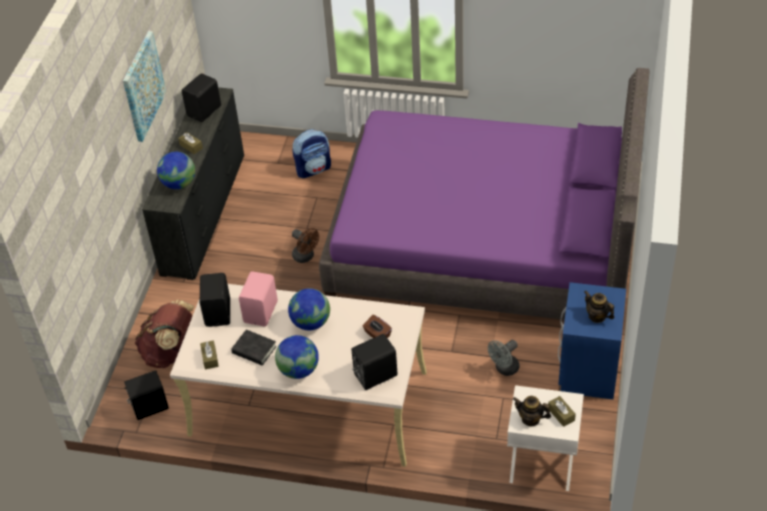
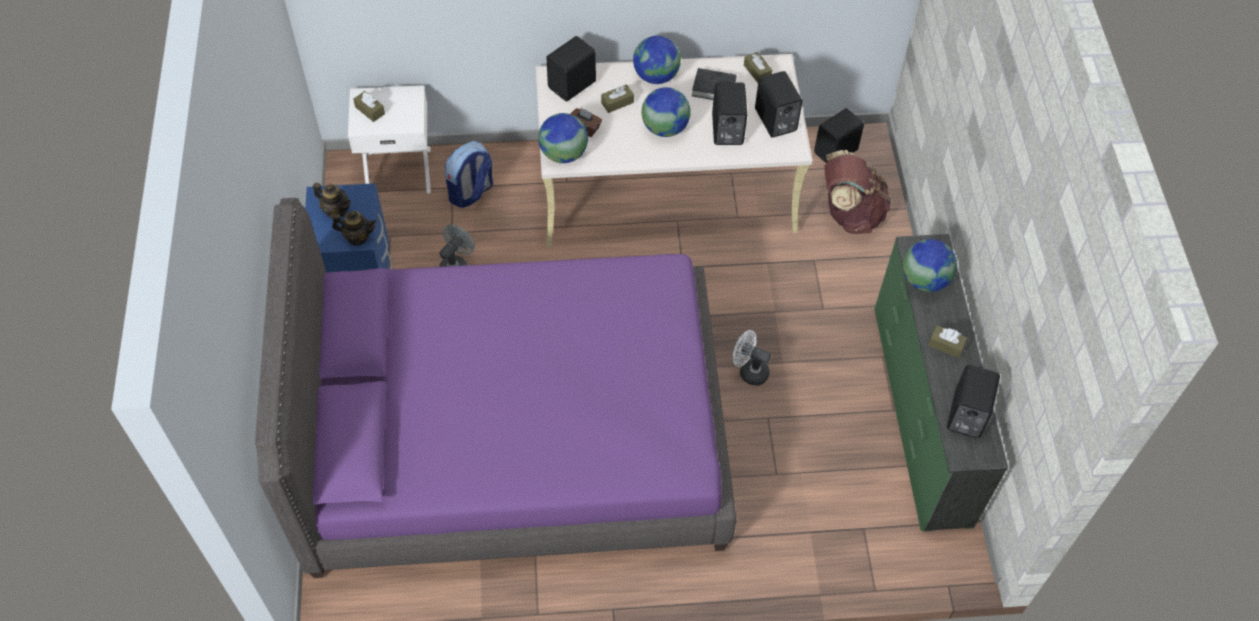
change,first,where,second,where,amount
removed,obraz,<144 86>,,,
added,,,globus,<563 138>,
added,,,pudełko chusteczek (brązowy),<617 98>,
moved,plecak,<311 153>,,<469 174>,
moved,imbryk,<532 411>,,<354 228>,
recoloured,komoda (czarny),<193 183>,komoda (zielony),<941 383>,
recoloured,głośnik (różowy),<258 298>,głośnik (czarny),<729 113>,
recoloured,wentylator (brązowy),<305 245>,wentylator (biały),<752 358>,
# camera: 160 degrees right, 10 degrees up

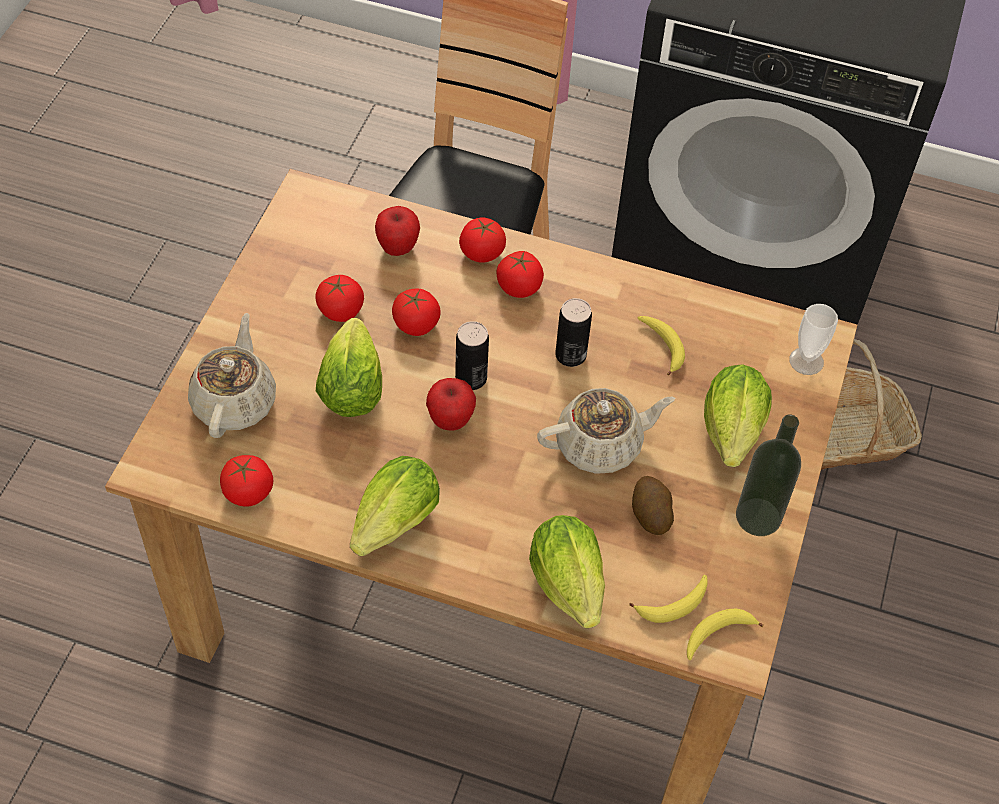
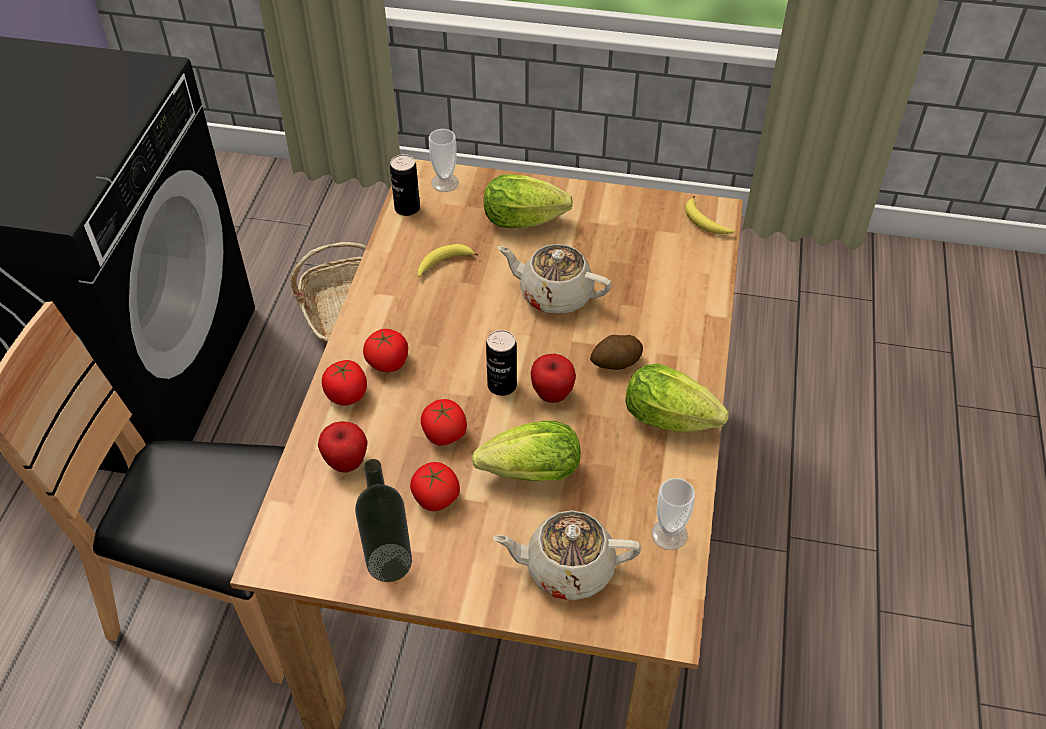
change,first,where,second,where,amount
removed,sałata,<567 572>,,,
removed,banan,<668 599>,,,
moved,puszka,<573 332>,,<405 185>,
moved,ziemniak,<653 505>,,<616 352>,
moved,butelka,<768 475>,,<383 520>,
replaced,pomidor,<246 481>,filiżanka,<673 514>,
turned,imbryk (beżowy),<606 431>,,<555 279>,45 degrees counterclockwise
# camera: 95 degrees left, 5 degrees down

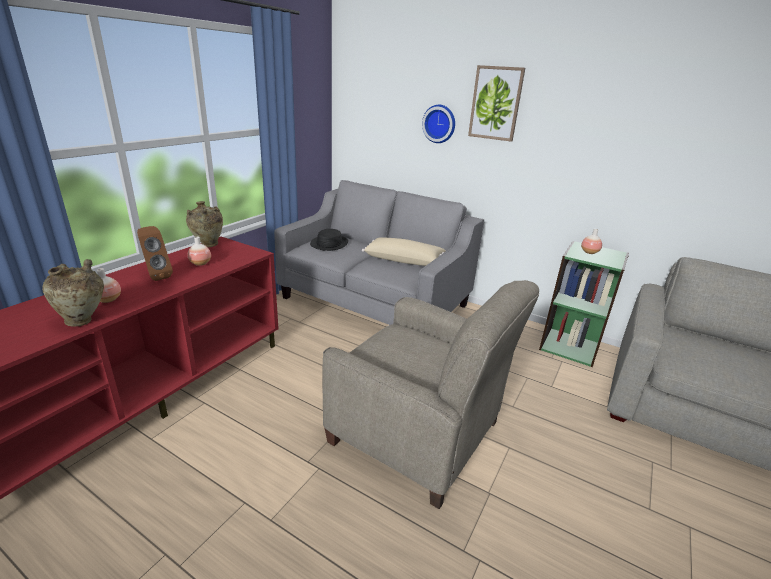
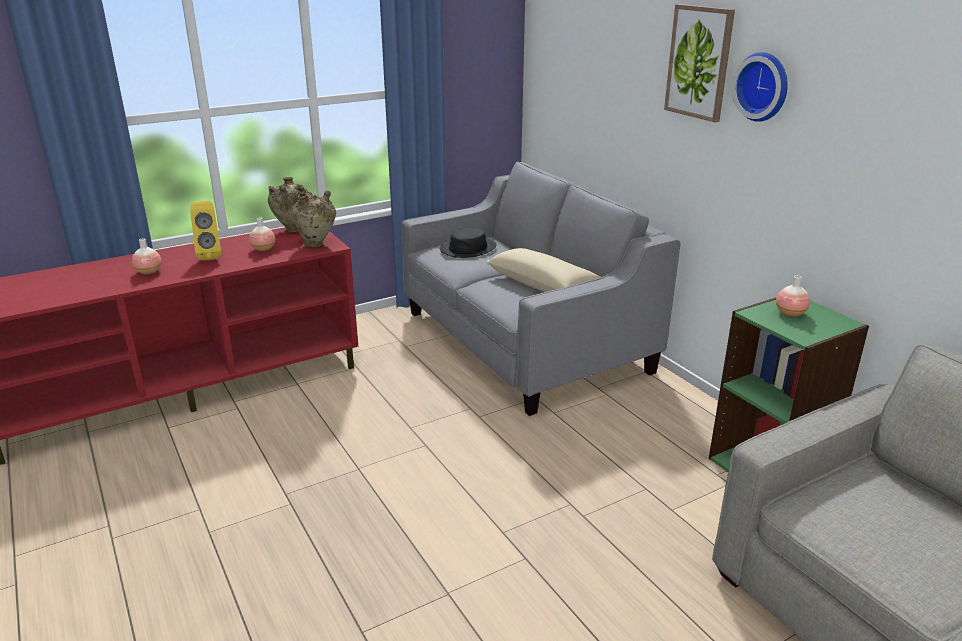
change,first,where,second,where,amount
removed,fotel (beżowy),<430 394>,,,
moved,wazon (beżowy),<73 293>,,<314 218>,
moved,zegar ścienny,<438 124>,,<760 87>,
recoloured,głośnik (brązowy),<155 253>,głośnik (żółty),<205 230>,
# camera: 30 degrees right, 0 degrees up

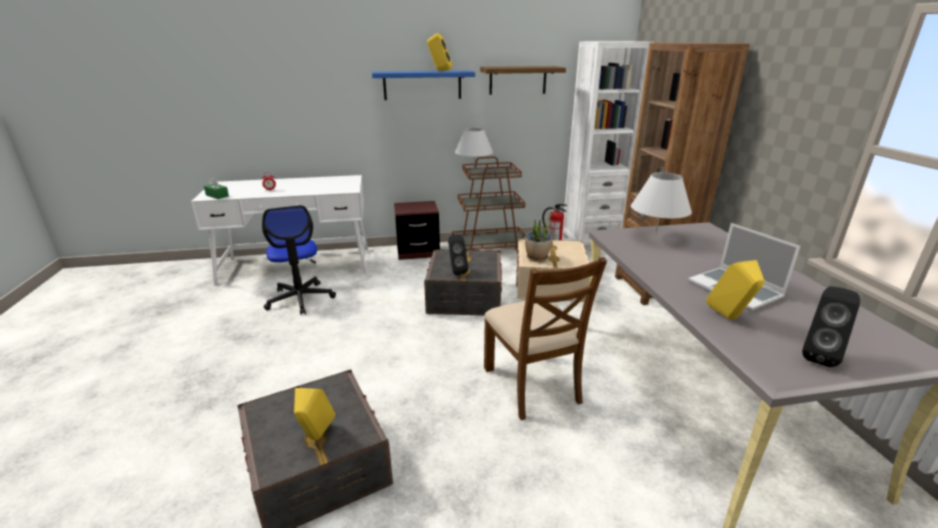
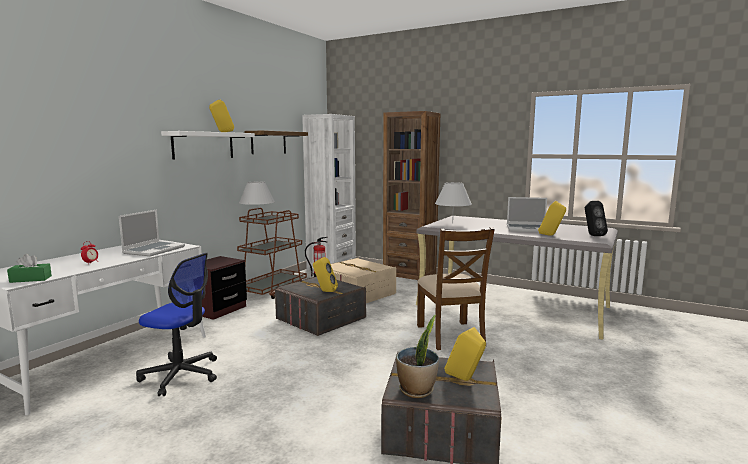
change,first,where,second,where,amount
added,,,laptop,<152 233>,
moved,roślina doniczkowa,<538 238>,,<417 356>,
recoloured,półka (niebieski),<423 85>,półka (biały),<208 145>,
recoloured,głośnik (czarny),<458 254>,głośnik (żółty),<325 274>,
turned,krzesło (brązowy),<545 338>,,<456 288>,60 degrees clockwise
# camera: 50 degrees left, 15 degrees down

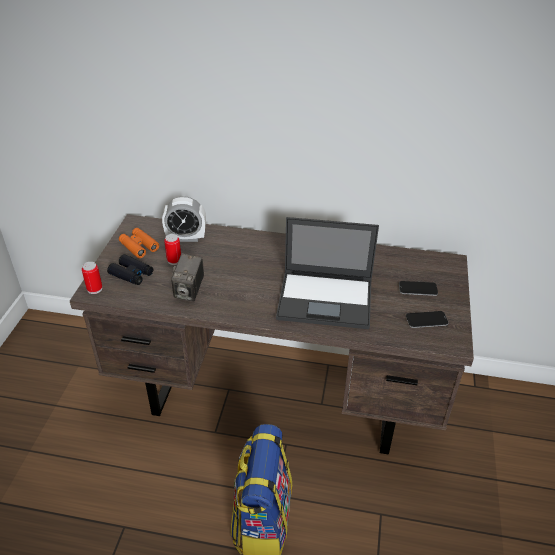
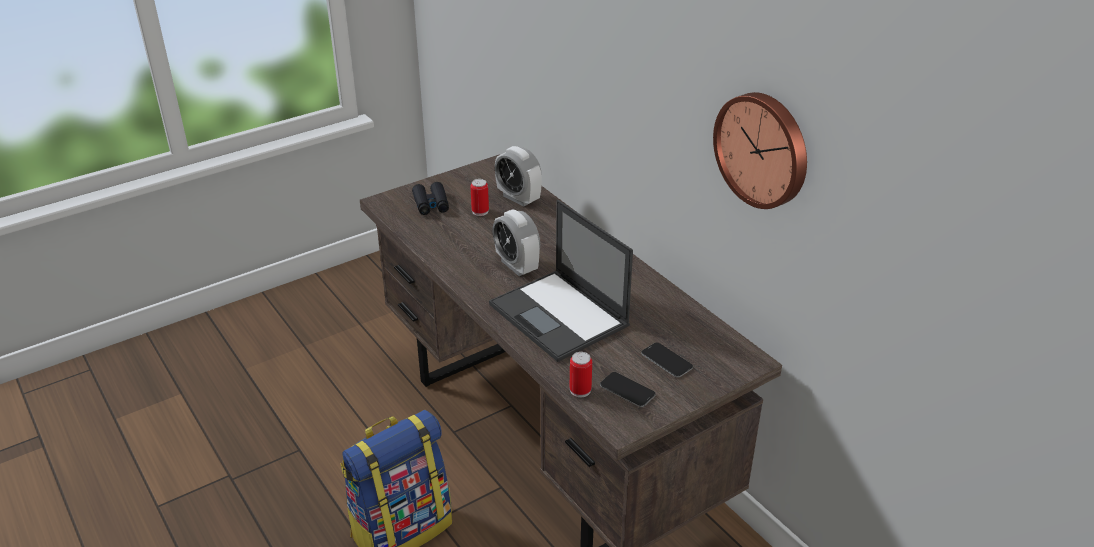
change,first,where,second,where,amount
removed,lornetka (pomarańczowy),<139 243>,,,
removed,aparat fotograficzny,<187 277>,,,
added,,,budzik,<516 242>,
added,,,zegar ścienny,<760 150>,
moved,puszka,<92 278>,,<581 375>,
# camera: 45 degrees right, 5 degrees down

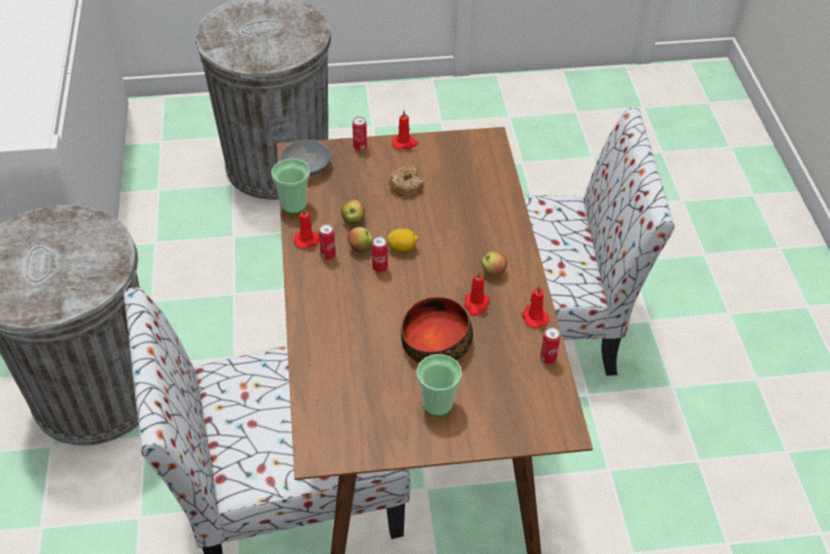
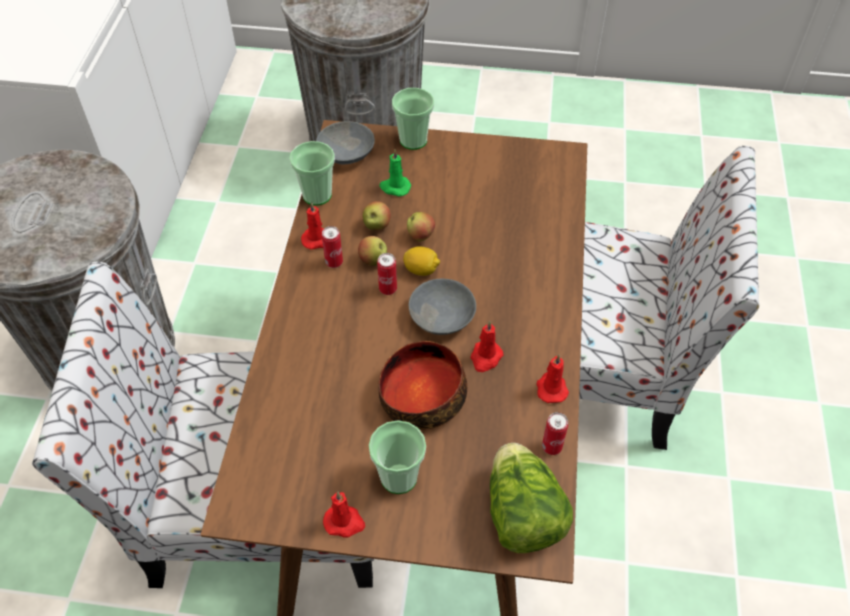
change,first,where,second,where,amount
removed,donut,<406 181>,,,
added,,,świeca (zielony),<395 172>,
added,,,miska (szary),<442 307>,
added,,,sałata,<531 498>,
moved,świeca (czerwony),<405 129>,,<344 515>,
moved,jabłko,<494 264>,,<421 227>,
replaced,puszka,<359 133>,filiżanka,<413 119>,
# camera: 15 degrees right, 5 degrees up

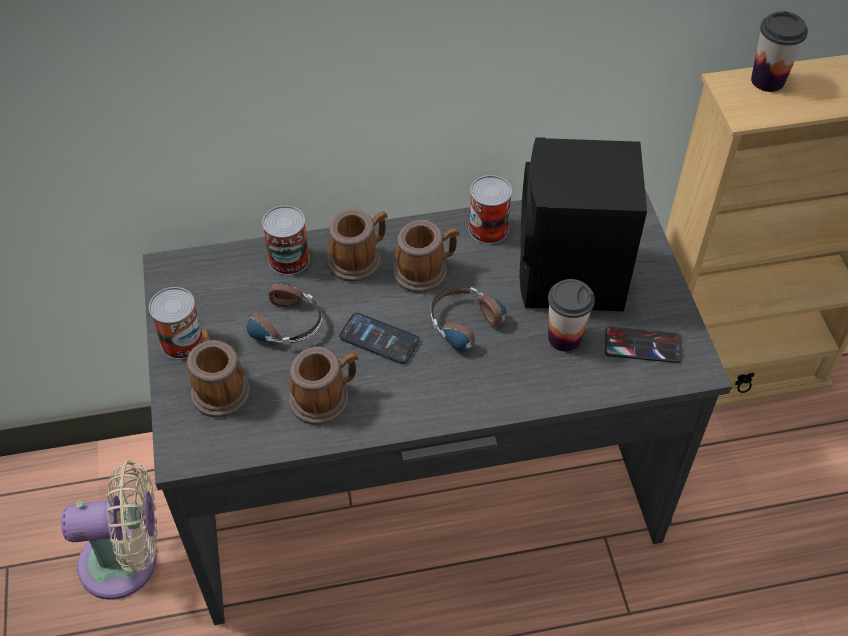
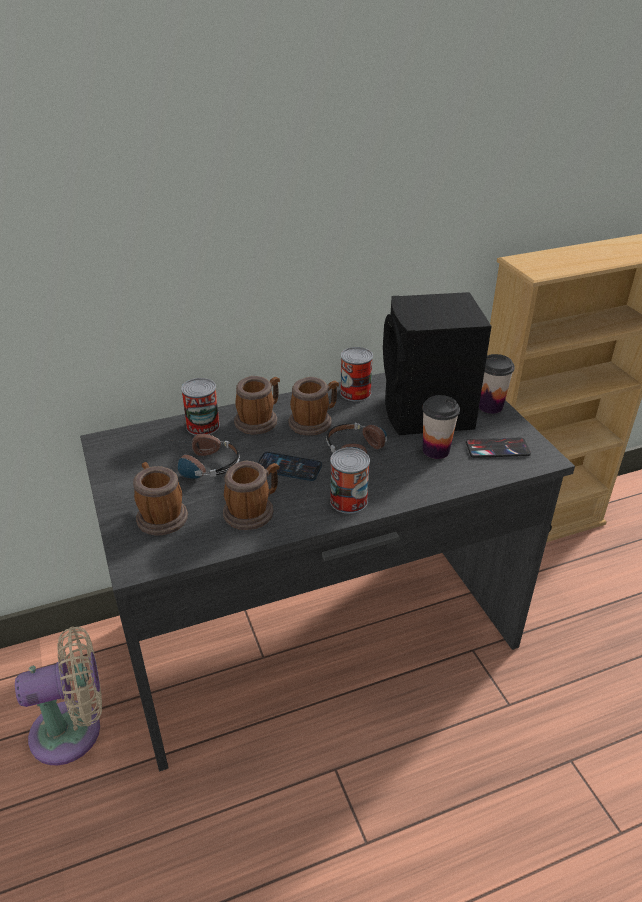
change,first,where,second,where,amount
moved,puszka,<176 323>,,<350 481>,
moved,filiżanka,<779 51>,,<497 384>,
# camera: 10 degrees left, 15 degrees down

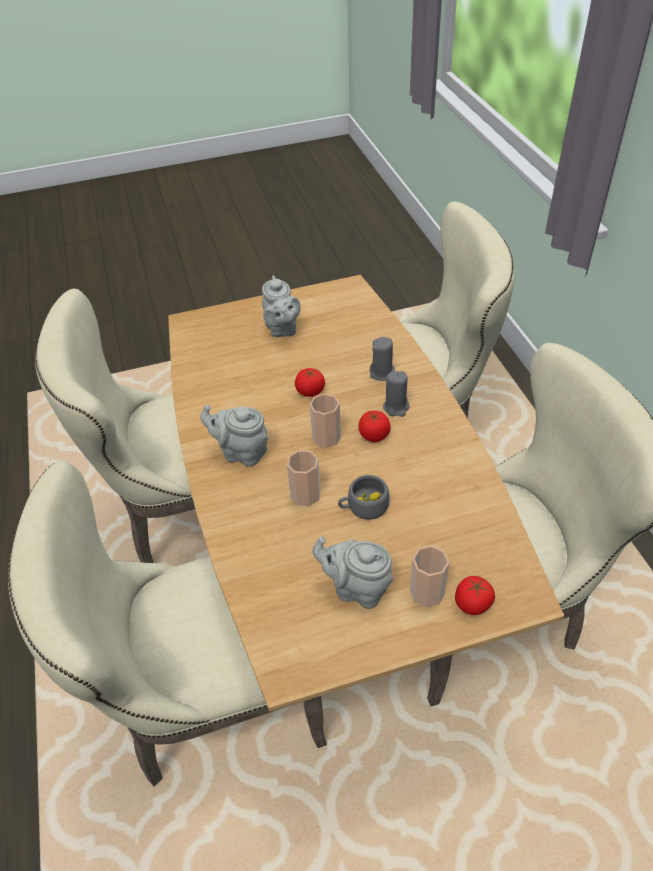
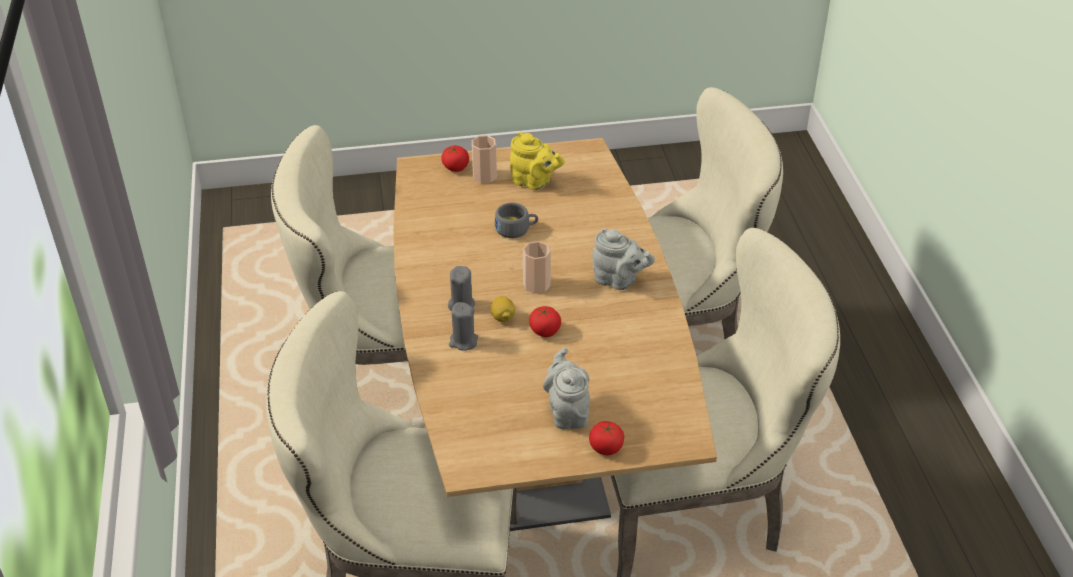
change,first,where,second,where,amount
removed,filiżanka,<304 478>,,,
added,,,cytryna,<503 309>,
moved,pomidor,<374 426>,,<606 438>,
recoloured,imbryk (szary),<352 572>,imbryk (żółty),<537 161>,
# camera: 175 degrees left, 5 degrees down

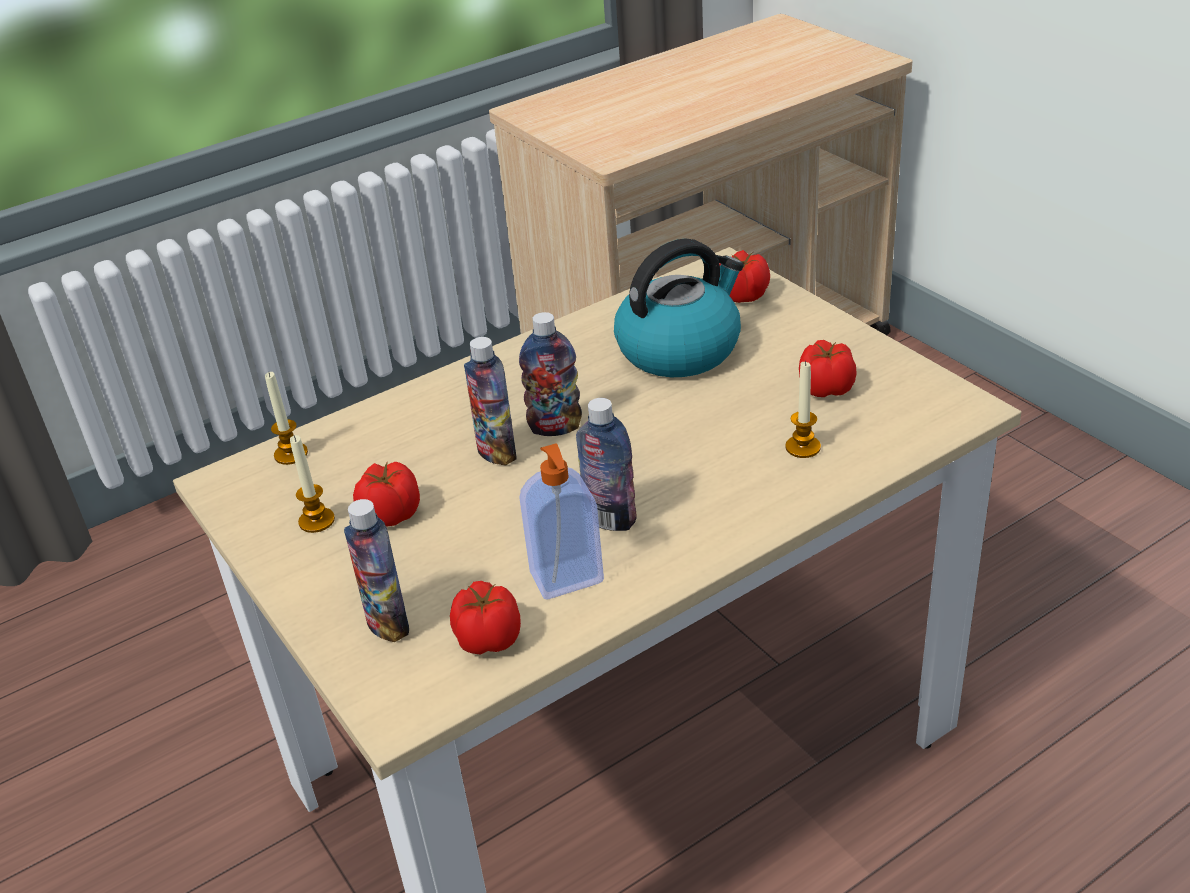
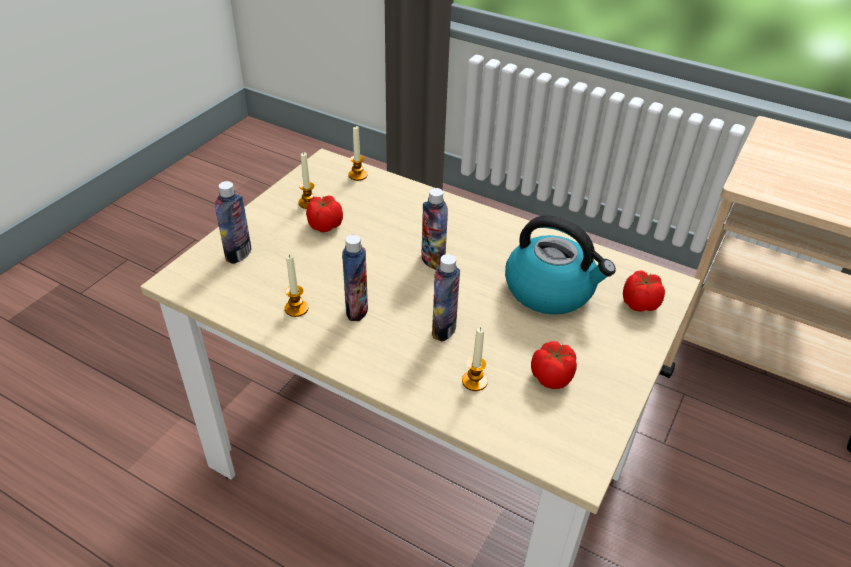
change,first,where,second,where,amount
removed,pomidor,<485 618>,,,
moved,butelka,<490 401>,,<446 298>,
replaced,dozownik mydła,<561 521>,świeca,<296 286>,
# camera: 60 degrees right, 5 degrees up

